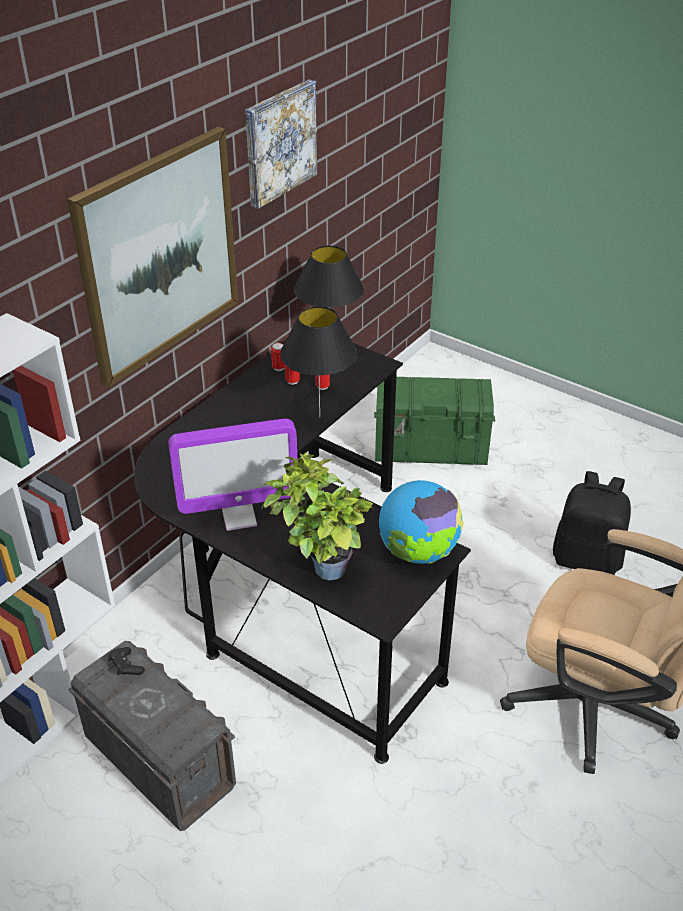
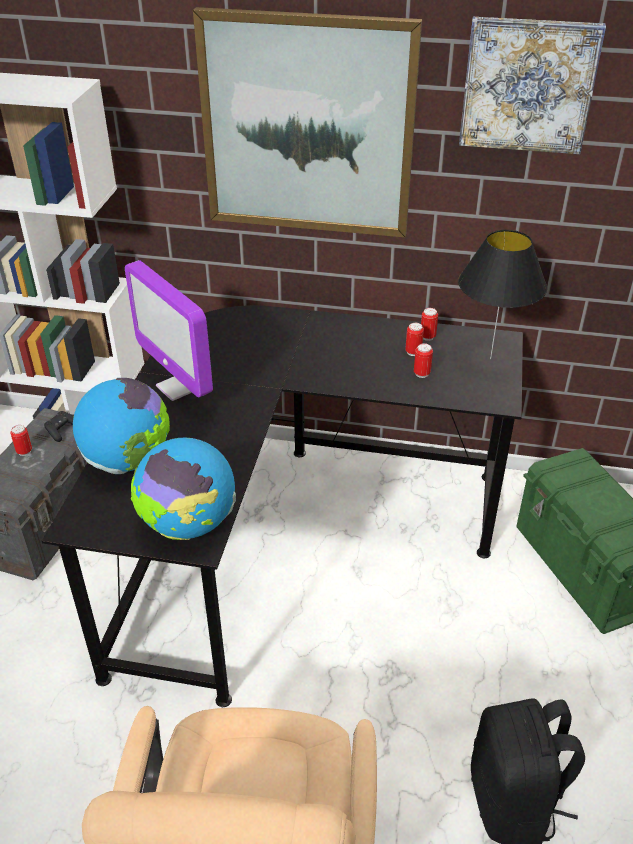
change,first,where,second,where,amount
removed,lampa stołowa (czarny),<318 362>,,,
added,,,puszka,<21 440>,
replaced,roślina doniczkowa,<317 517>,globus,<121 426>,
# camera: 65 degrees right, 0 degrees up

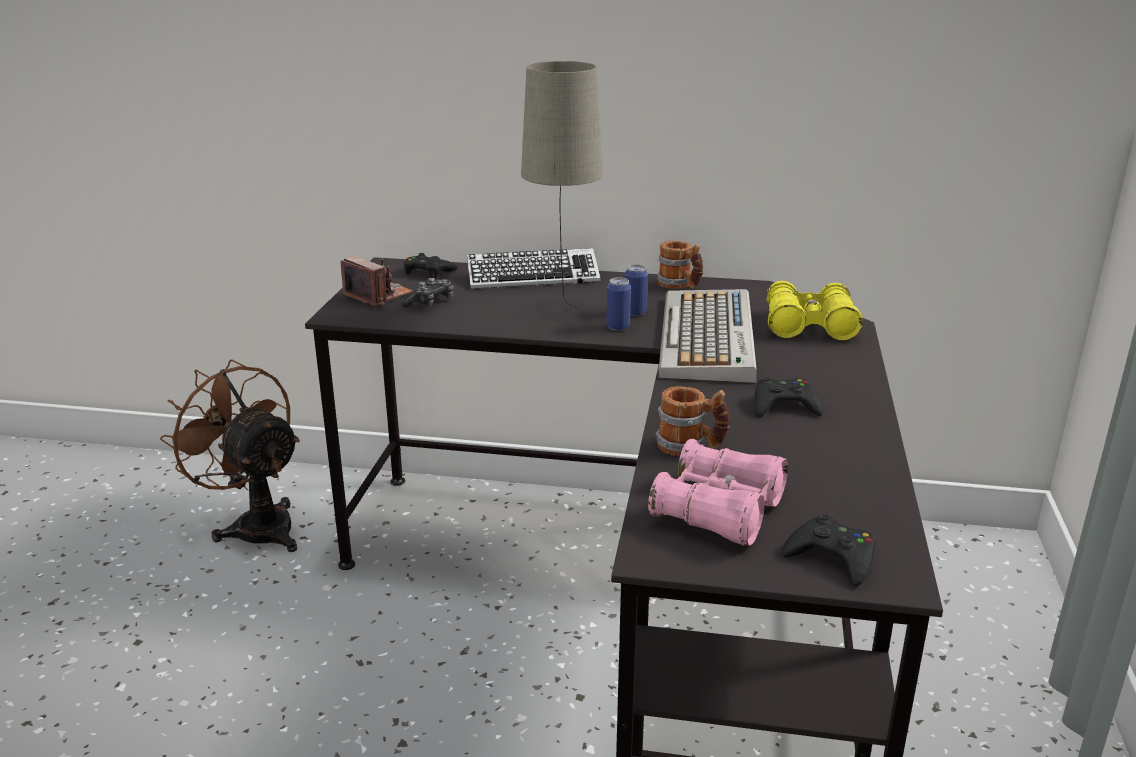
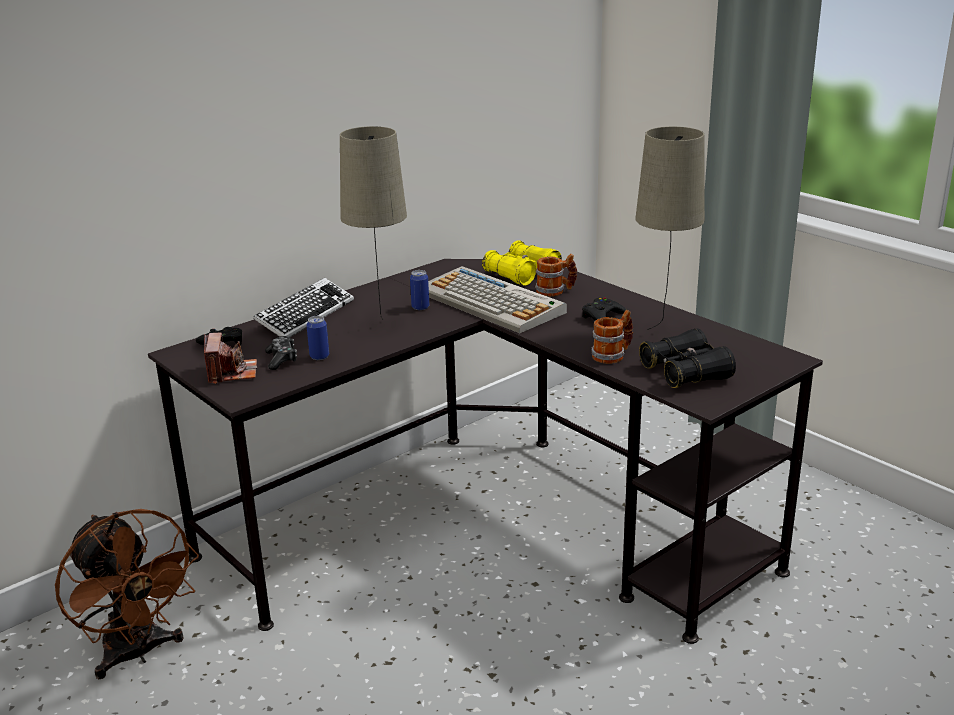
change,first,where,second,where,amount
removed,pad do gier (czarny),<829 550>,,,
added,,,lampa stołowa (beżowy),<670 228>,
moved,puszka,<618 304>,,<317 338>,
moved,kubek,<680 264>,,<556 275>,
recoloured,lornetka (różowy),<718 492>,lornetka (czarny),<687 358>,
turned,wentylator (brązowy),<230 455>,,<127 594>,120 degrees counterclockwise
turned,aparat fotograficzny,<377 281>,,<230 358>,90 degrees clockwise
# camera: 50 degrees left, 0 degrees up

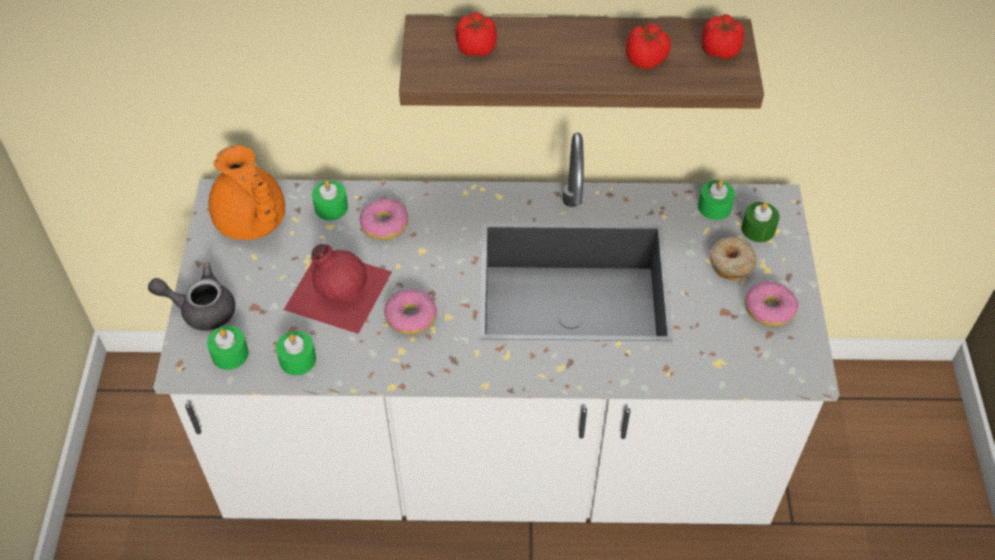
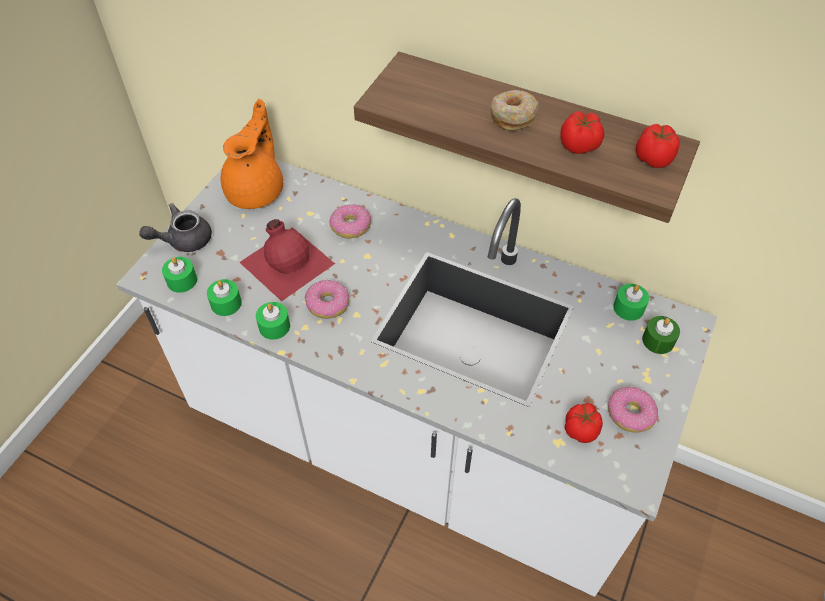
change,first,where,second,where,amount
moved,świeca (zielony),<330 200>,,<273 321>,
moved,pomidor,<476 34>,,<583 423>,
moved,donut,<733 258>,,<514 110>,
turned,imbryk (szary),<191 297>,,<175 227>,60 degrees counterclockwise
turned,imbryk (pomarańczowy),<246 192>,,<252 154>,150 degrees counterclockwise
# camera: 25 degrees right, 0 degrees up

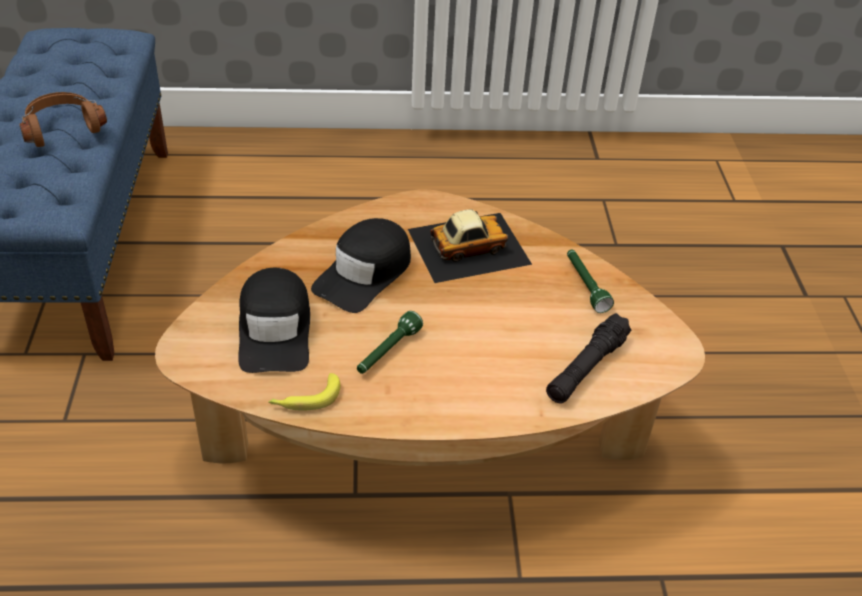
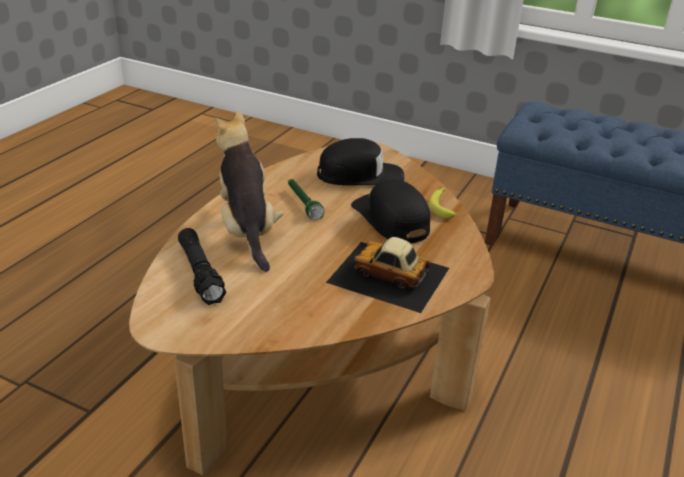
change,first,where,second,where,amount
removed,słuchawki (brązowy),<63 119>,,,
removed,latarka (zielony),<590 281>,,,
added,,,pluszak,<249 191>,
moved,banan,<304 392>,,<442 202>,
turned,czapka z daszkiem (czarny),<274 320>,,<360 161>,150 degrees clockwise
turned,samochodzik,<470 246>,,<387 275>,105 degrees clockwise
# camera: 120 degrees right, 10 degrees down

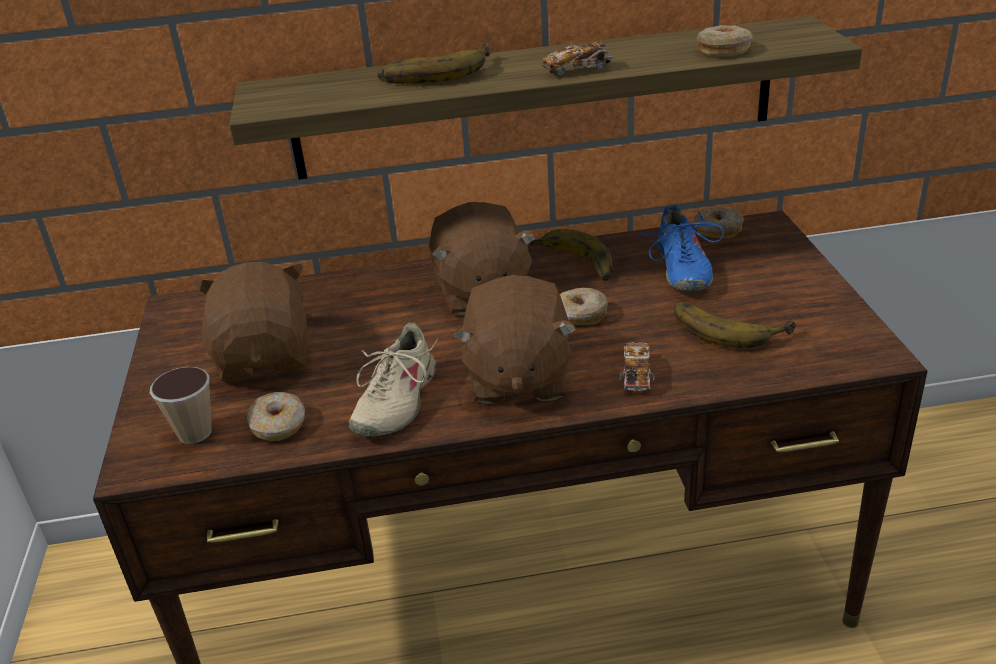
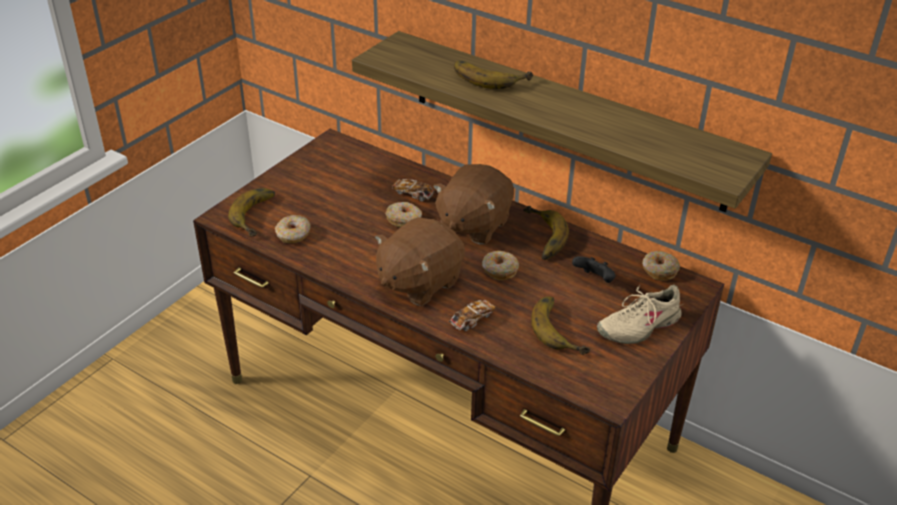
change,first,where,second,where,amount
removed,pluszak (brązowy),<250 321>,,,
moved,but (beżowy),<394 379>,,<640 314>,
moved,samochodzik,<578 59>,,<413 190>,
moved,donut,<724 40>,,<403 214>,
replaced,filiżanka,<181 405>,banan,<251 212>,
replaced,but (niebieski),<681 247>,pad do gier (czarny),<594 269>,
# camera: 40 degrees right, 5 degrees up

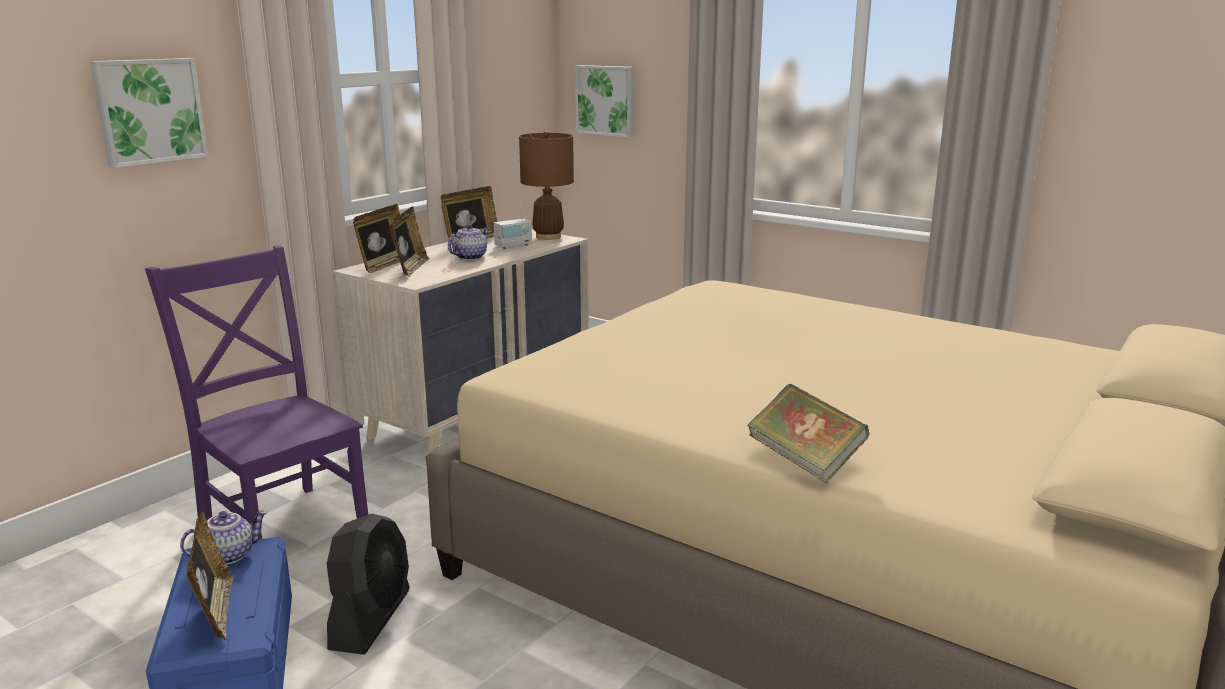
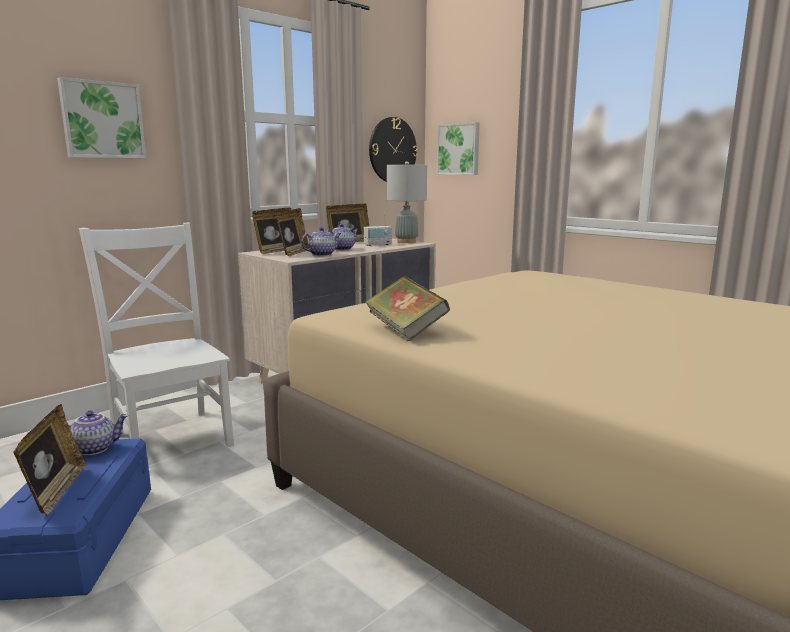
change,first,where,second,where,amount
removed,wentylator (czarny),<368 584>,,,
added,,,imbryk,<321 241>,
added,,,zegar ścienny,<393 149>,
moved,książka,<808 433>,,<407 308>,
recoloured,krzesło (fioletowy),<256 392>,krzesło (biały),<156 335>,
recoloured,lampa stołowa (brązowy),<546 185>,lampa stołowa (szary),<407 202>,
# camera: 10 degrees right, 5 degrees down

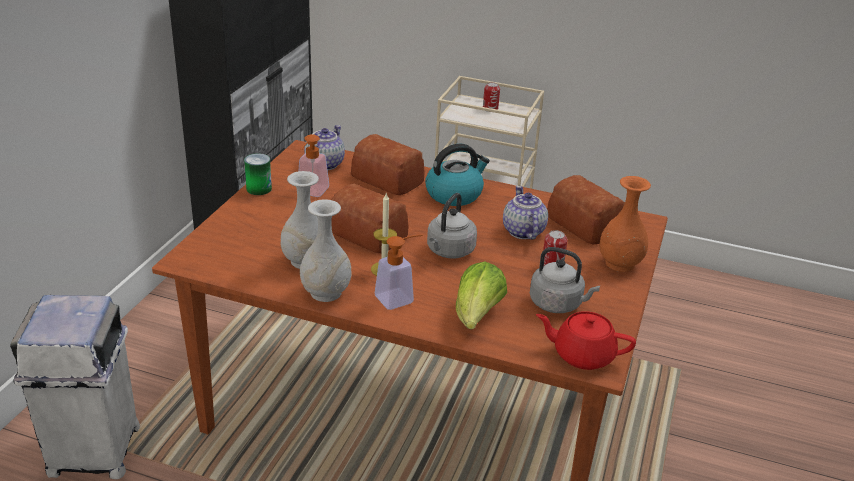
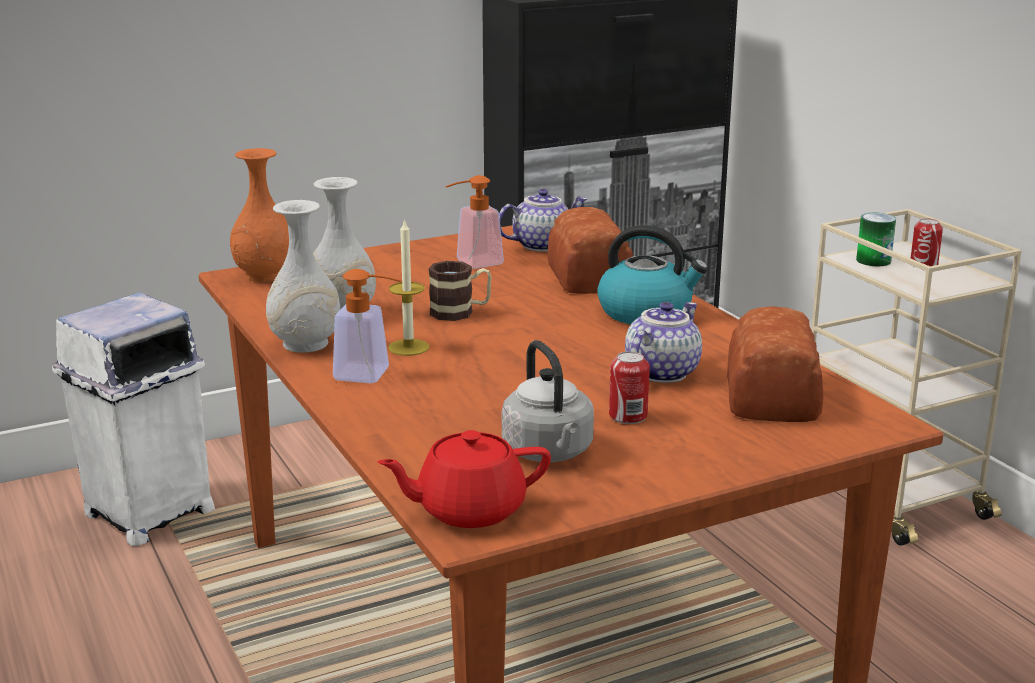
change,first,where,second,where,amount
removed,czajnik (szary),<452 226>,,,
removed,sałata,<481 295>,,,
moved,puszka,<258 174>,,<876 239>,
moved,wazon (pomarańczowy),<625 224>,,<259 215>,
replaced,chleb,<370 218>,kubek,<460 291>,
turned,imbryk (czerwony),<586 340>,,<464 479>,75 degrees counterclockwise
# camera: 45 degrees right, 10 degrees down

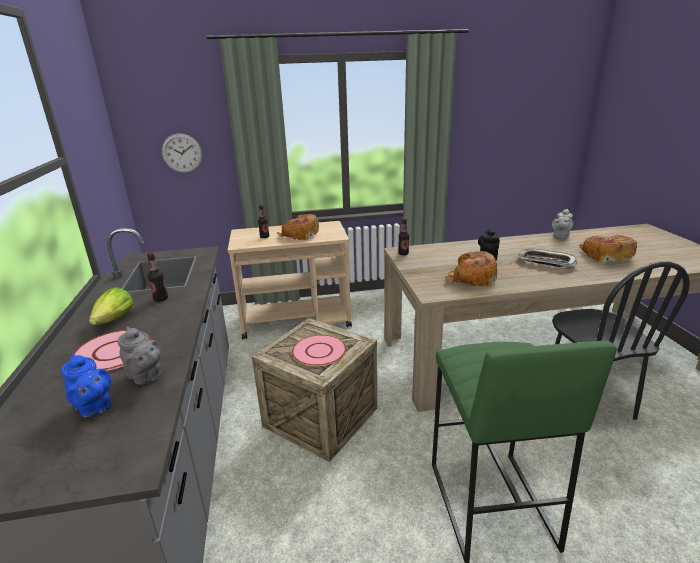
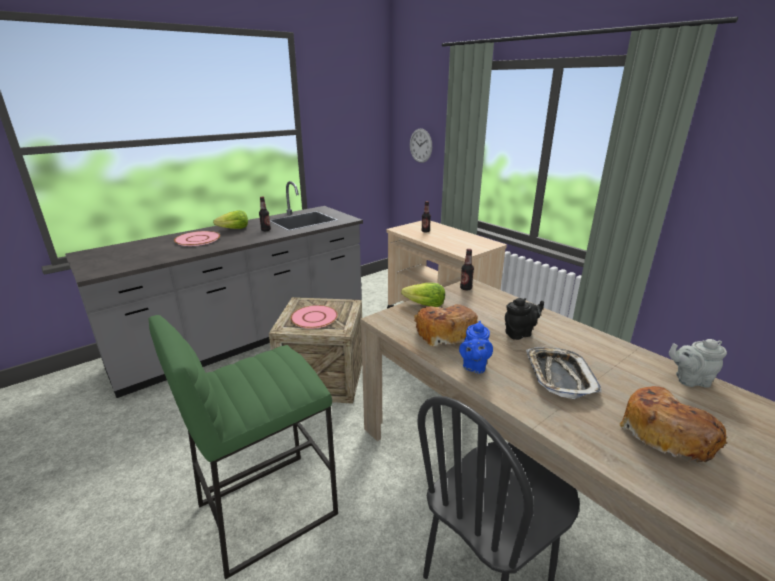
change,first,where,second,where,amount
removed,imbryk (szary),<140 355>,,,
removed,chleb,<298 227>,,,
added,,,sałata,<423 295>,
moved,imbryk (niebieski),<86 385>,,<476 347>,
# camera: 60 degrees right, 0 degrees up

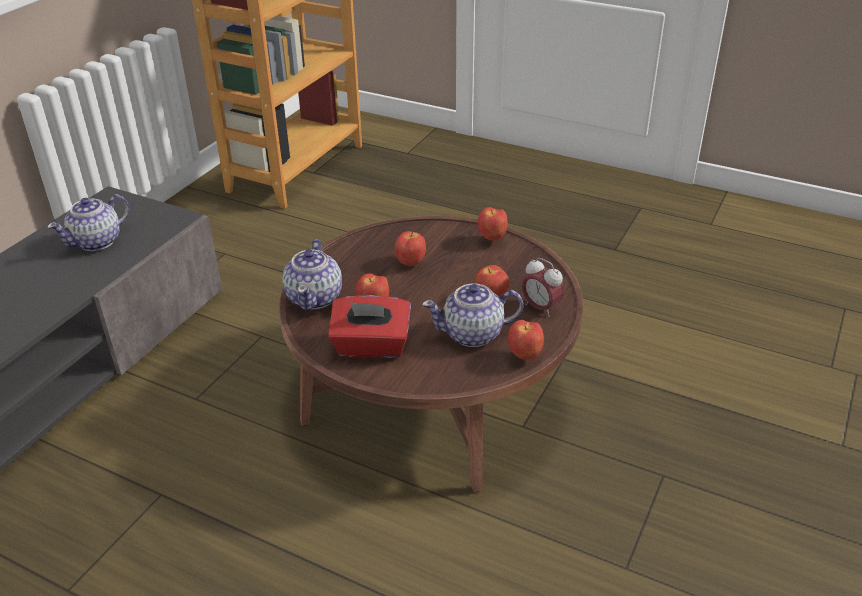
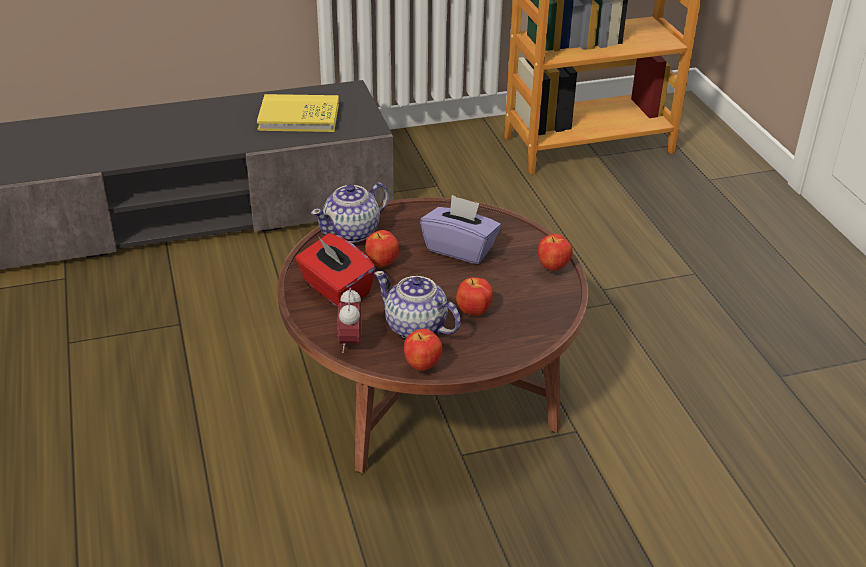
change,first,where,second,where,amount
moved,budzik,<543 287>,,<349 320>,
replaced,imbryk,<88 222>,książka (żółty),<298 113>,
replaced,jabłko,<410 248>,pudełko chusteczek (fioletowy),<460 229>,
# camera: 45 degrees right, 0 degrees up

